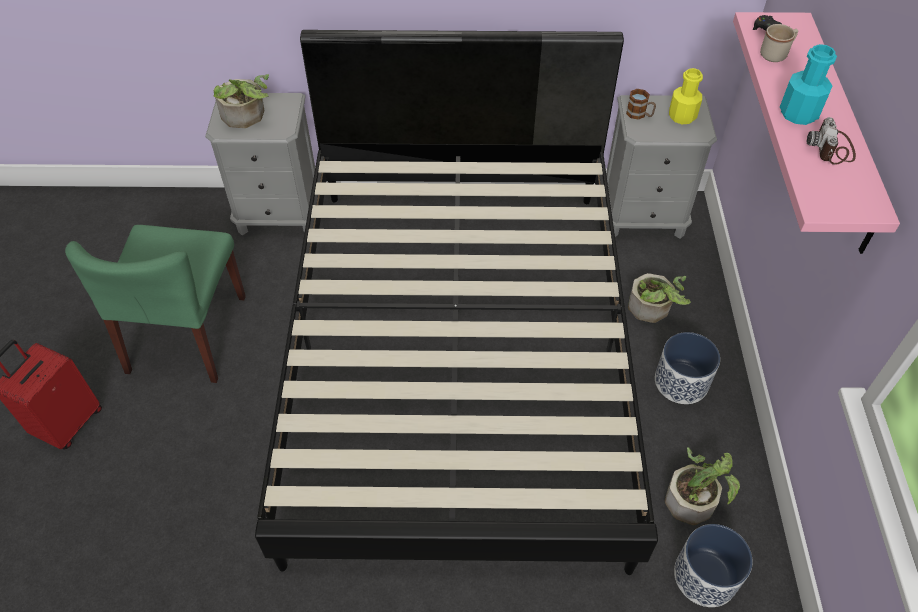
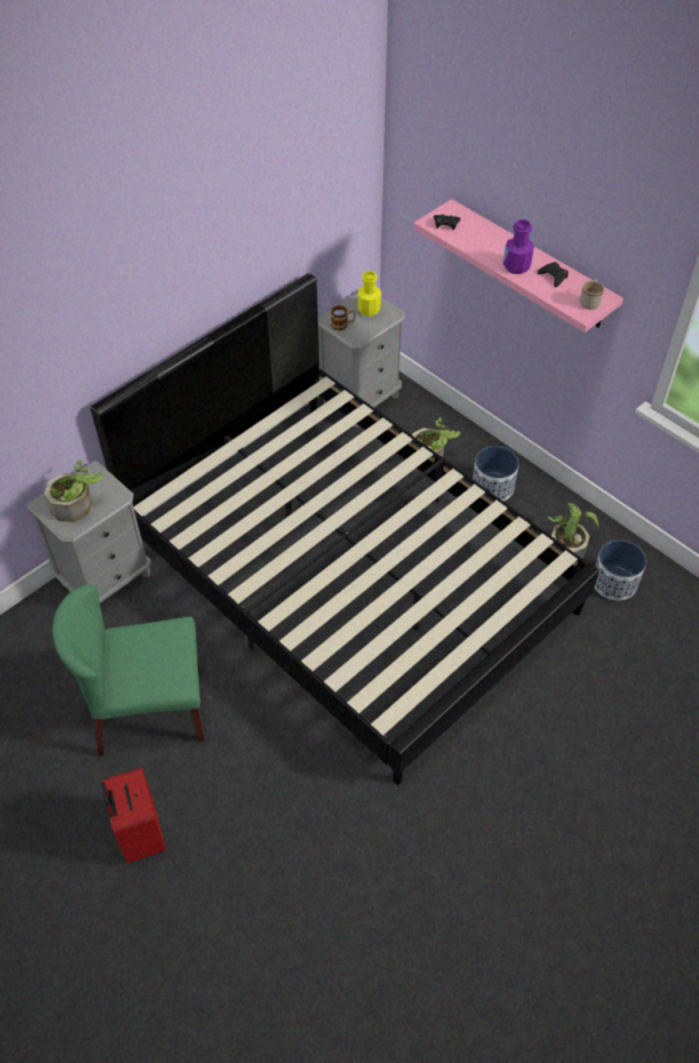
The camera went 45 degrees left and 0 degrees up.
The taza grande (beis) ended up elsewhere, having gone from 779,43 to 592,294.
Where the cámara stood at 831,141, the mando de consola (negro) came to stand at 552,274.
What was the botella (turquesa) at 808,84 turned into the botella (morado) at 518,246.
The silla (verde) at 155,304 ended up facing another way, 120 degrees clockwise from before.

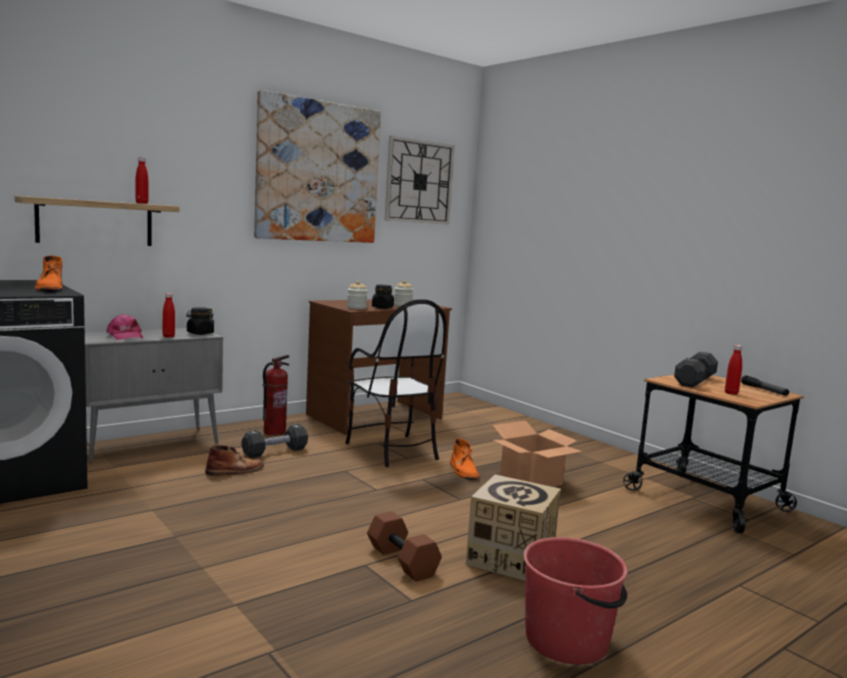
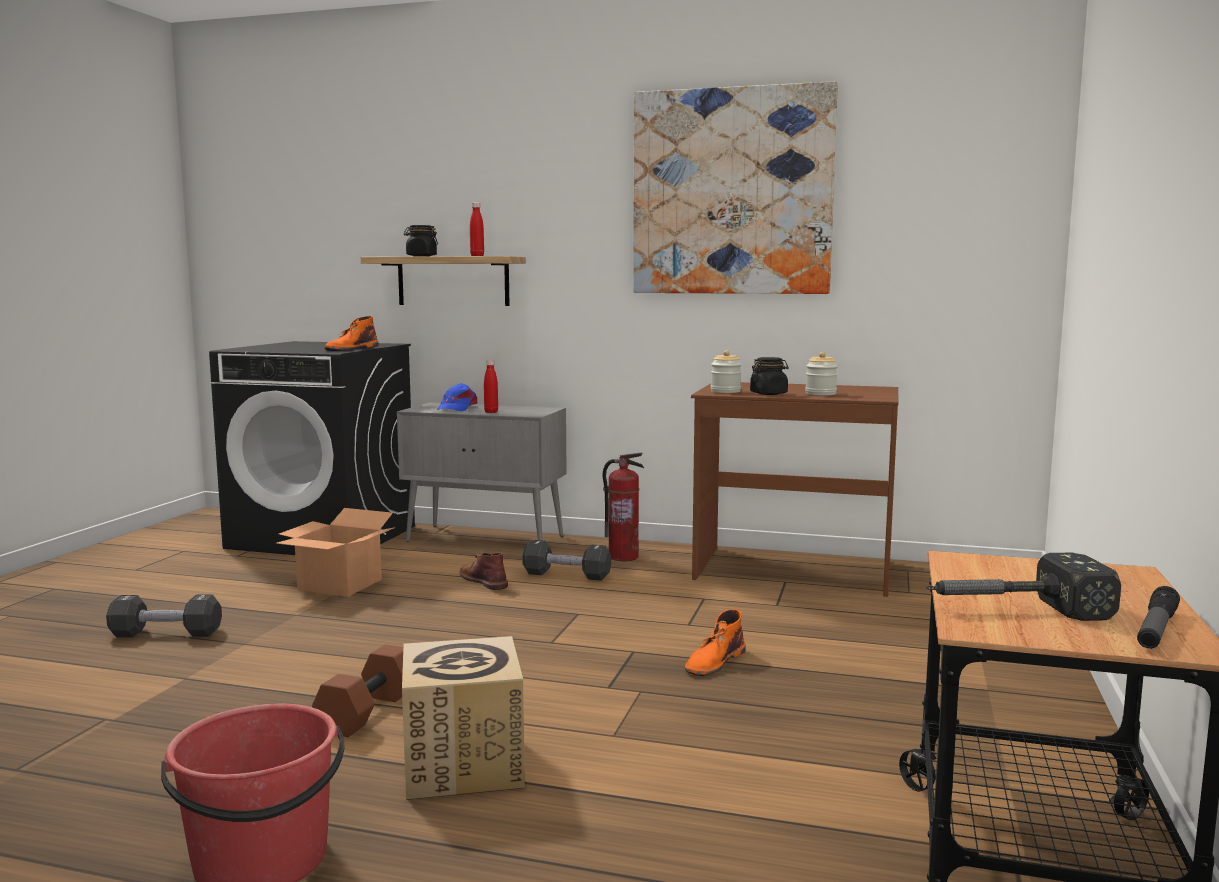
The camera went 55 degrees right and 0 degrees up.
The second view lost the silla at 396,383.
The second view lost the reloj de pared at 420,180.
The tarro (negro) ended up elsewhere, having gone from 200,321 to 421,241.
The caja de cartón ended up elsewhere, having gone from 537,454 to 336,552.
The mancuerna (negro) ended up elsewhere, having gone from 696,370 to 164,615.
Where the botella (rojo) stood at 733,370, the martillo came to stand at 1023,587.
What was the gorra (rosa) at 124,327 turned into the gorra (azul) at 457,397.
The bota (marrón) at 234,460 ended up facing another way, 150 degrees counterclockwise from before.

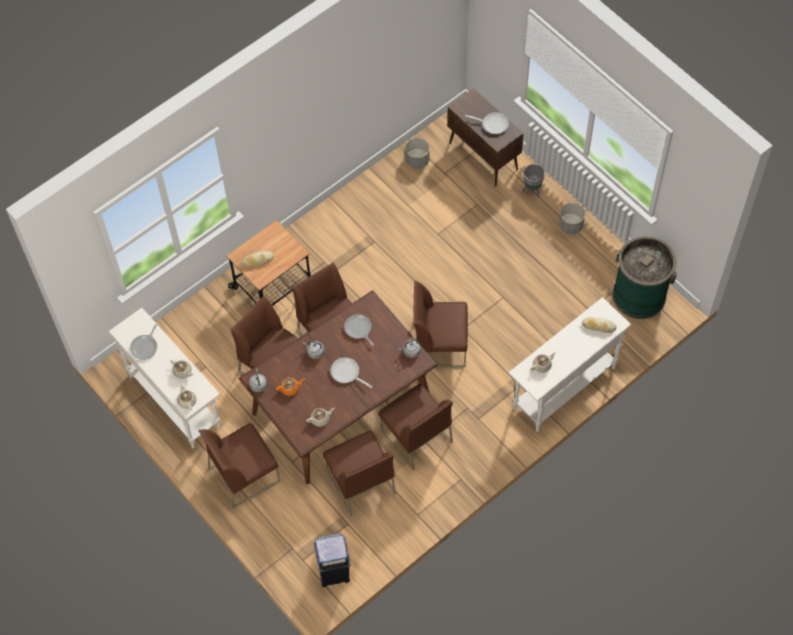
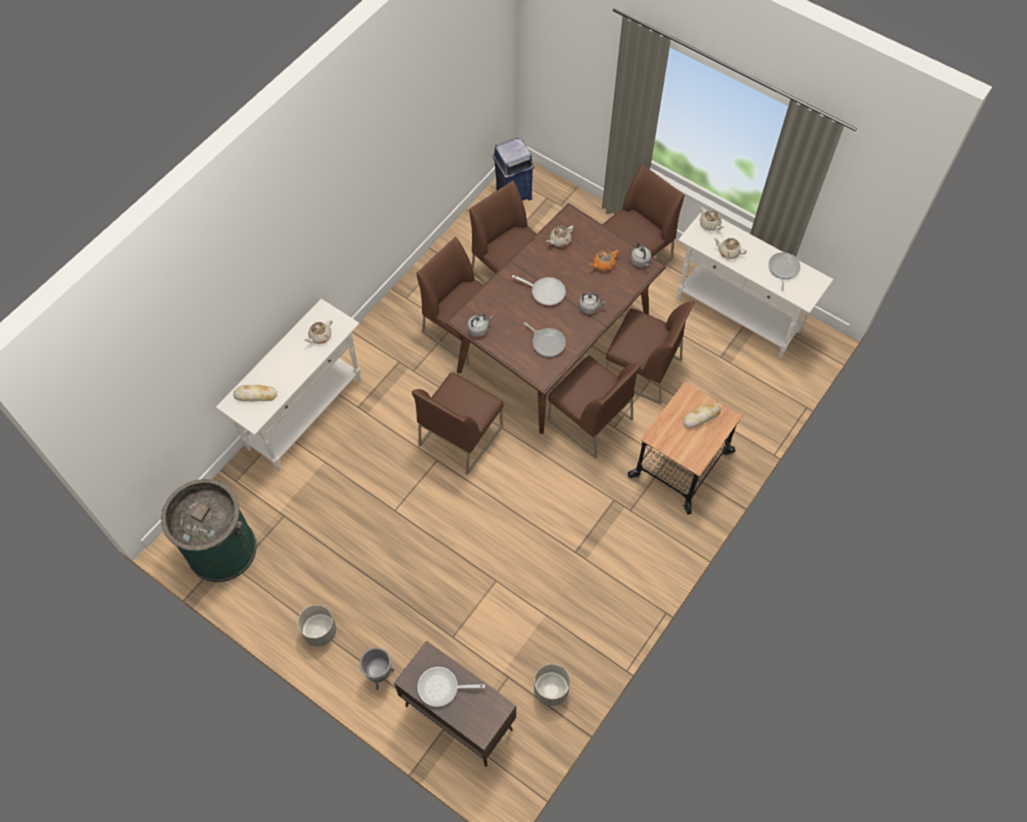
The camera went 165 degrees right and 0 degrees up.
The silla (marrón) at 440,323 ended up facing another way, 135 degrees clockwise from before.

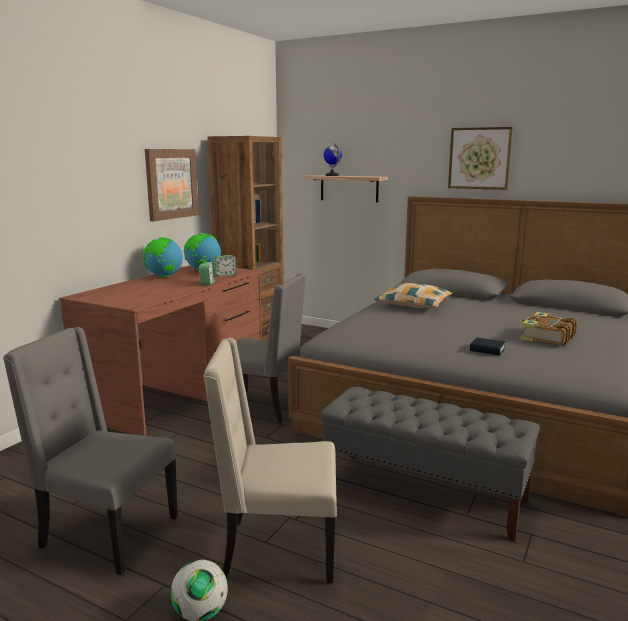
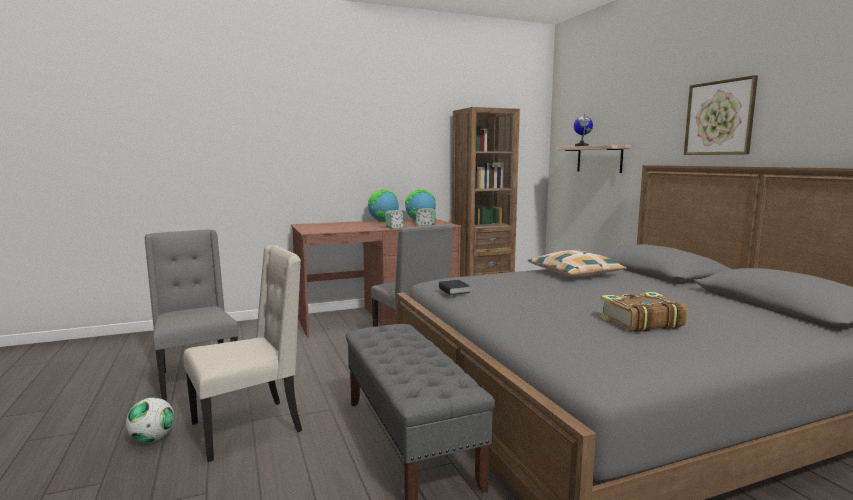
The camera went 40 degrees right and 5 degrees down.
The second view lost the cuadro at 172,185.
The libro ended up elsewhere, having gone from 487,346 to 454,287.
The silla (beis) at 270,460 ended up facing another way, 105 degrees clockwise from before.

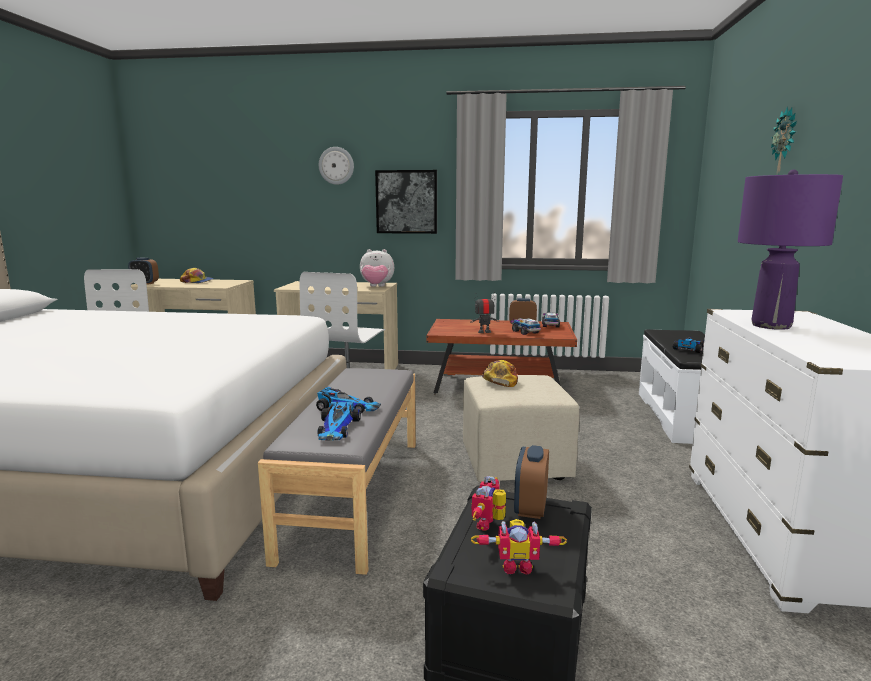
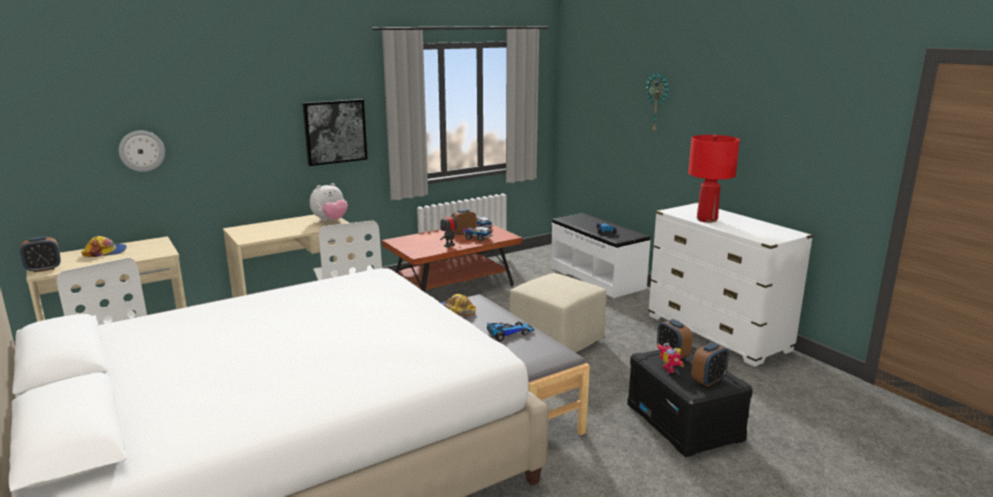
The camera went 40 degrees left and 5 degrees up.
The second view lost the coche de juguete at 339,421.
The reloj de pared ended up elsewhere, having gone from 336,166 to 142,151.
The gorra ended up elsewhere, having gone from 500,373 to 458,305.
Where the robot de juguete stood at 519,547, the despertador came to stand at 710,365.
What was the lámpara de mesa (morado) at 790,249 turned into the lámpara de mesa (rojo) at 714,179.

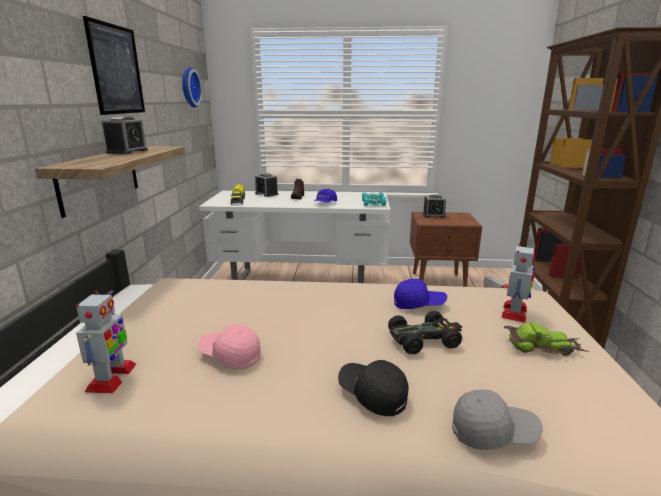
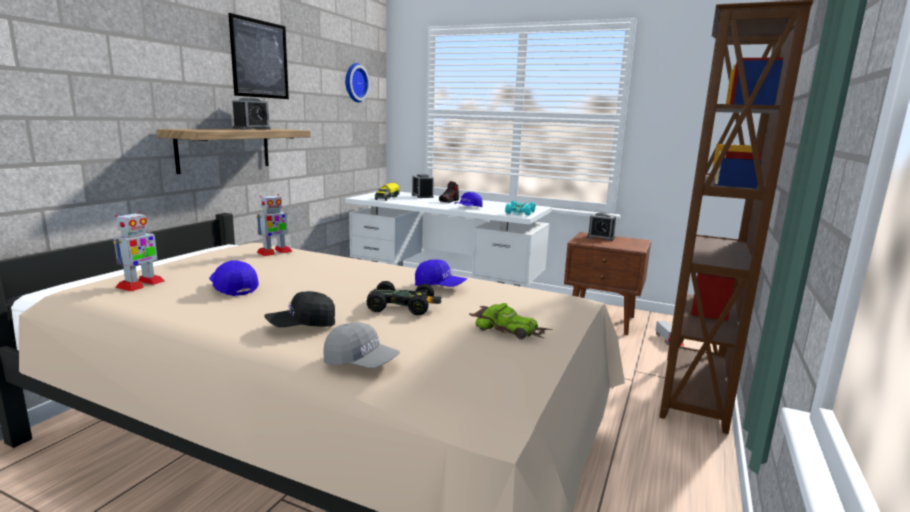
The camera went 20 degrees right and 5 degrees down.
The robot de juguete ended up elsewhere, having gone from 518,283 to 274,225.
What was the gorra (rosa) at 229,346 turned into the gorra (azul) at 234,278.
The gorra (negro) at 373,388 ended up facing another way, 90 degrees counterclockwise from before.

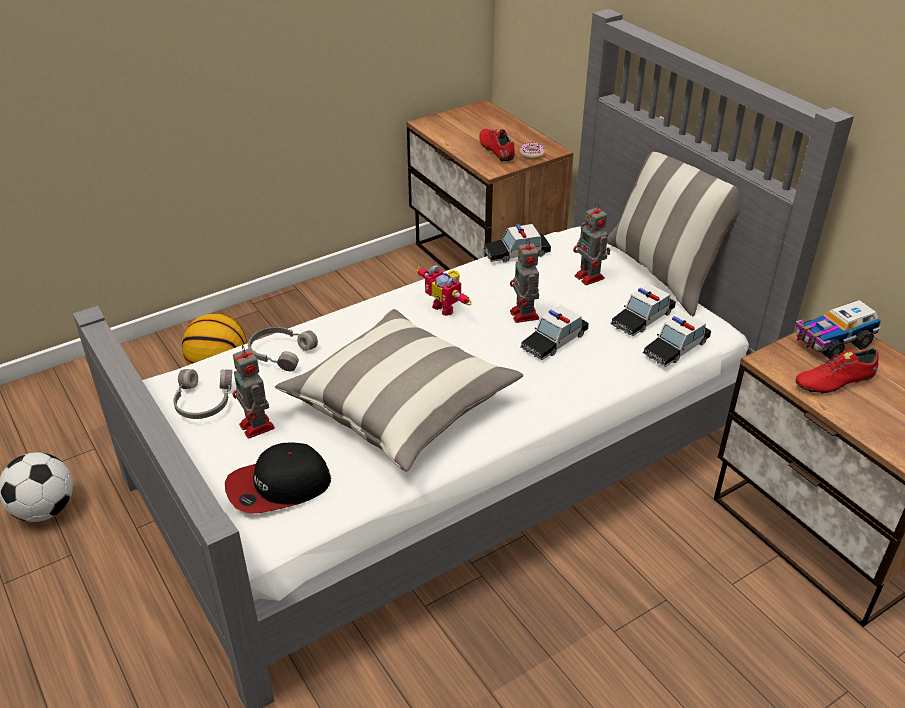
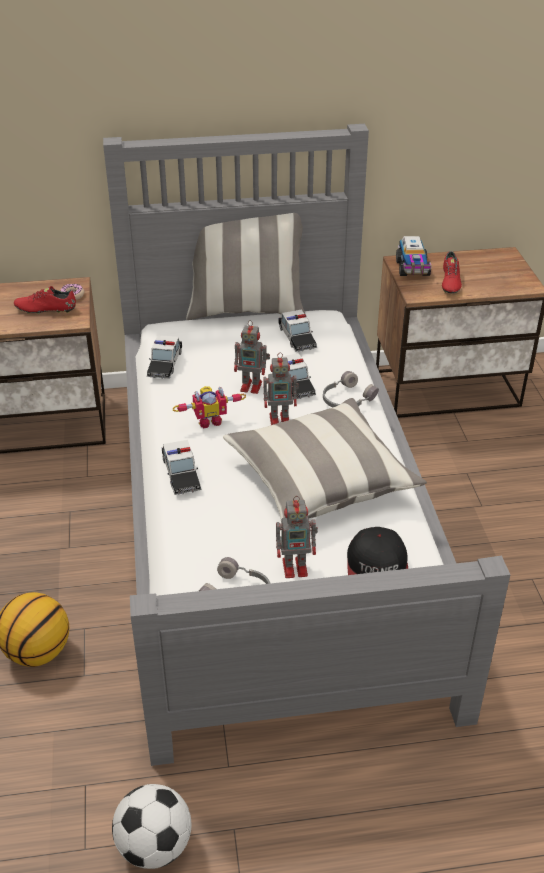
The camera went 65 degrees left and 0 degrees up.
The auriculares (gris) ended up elsewhere, having gone from 283,349 to 351,389.
The robot de juguete ended up elsewhere, having gone from 591,243 to 281,388.
The coche de juguete ended up elsewhere, having gone from 677,339 to 181,467.

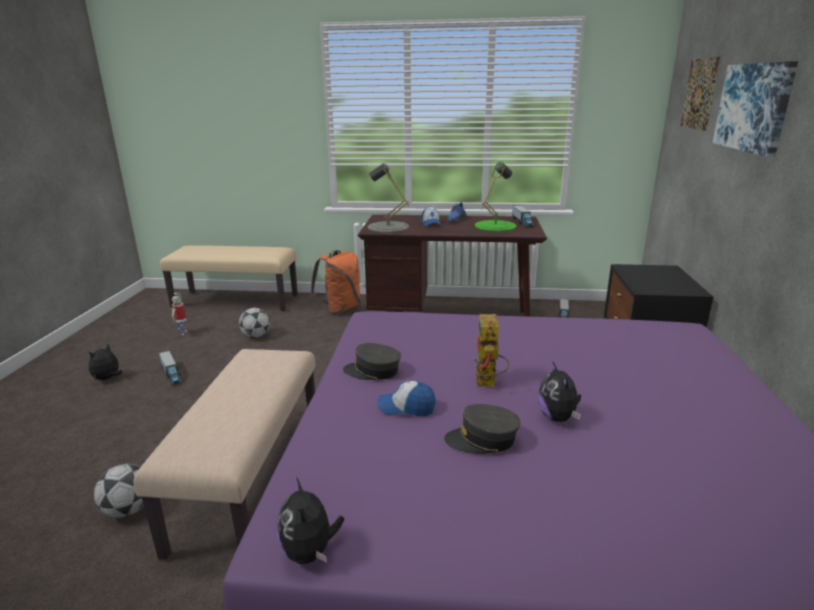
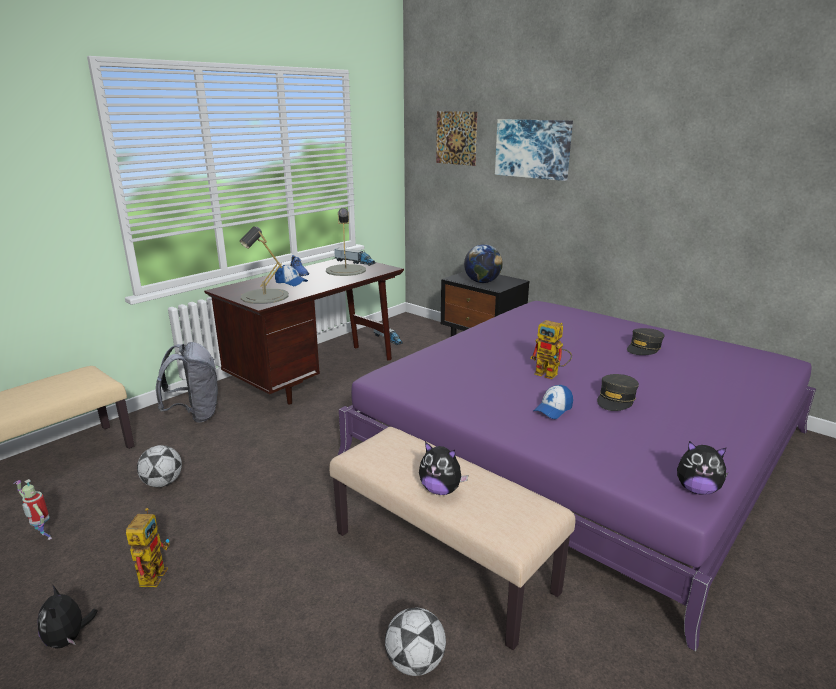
The camera went 55 degrees left and 0 degrees up.
The second view gained the globo terráqueo at 483,263.
The gorra (gris) ended up elsewhere, having gone from 372,361 to 645,341.
The peluche ended up elsewhere, having gone from 559,392 to 443,468.
Where the camión de juguete stood at 170,368, the robot de juguete came to stand at 148,547.
What was the mochila (naranja) at 335,282 turned into the mochila (gris) at 187,382.
What was the lámpara de mesa (verde) at 495,196 turned into the lámpara de mesa (gris) at 346,242.

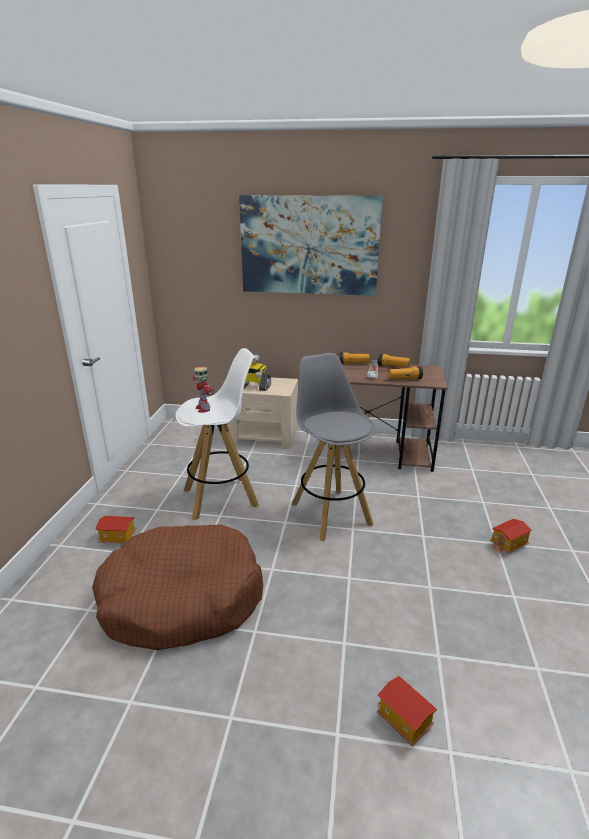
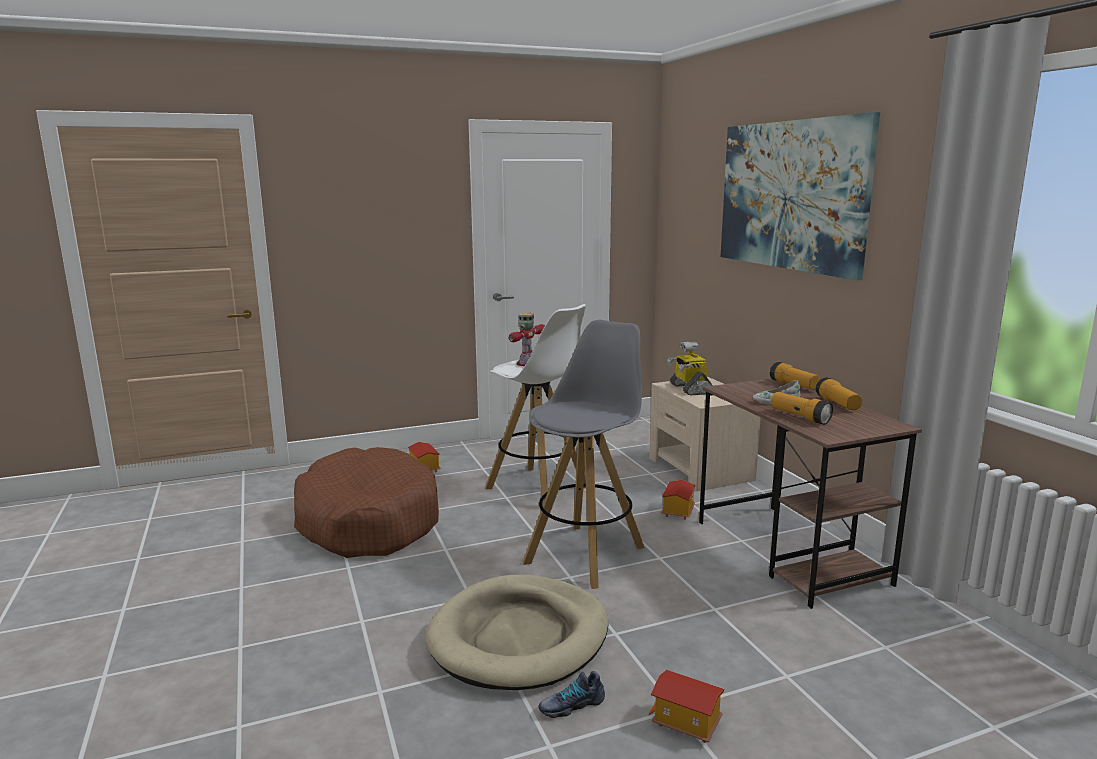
The camera went 60 degrees right and 10 degrees down.
The second view gained the cama para perro (beis) at 517,632.
The second view gained the zapato at 571,694.
The casita ended up elsewhere, having gone from 407,711 to 678,500.

